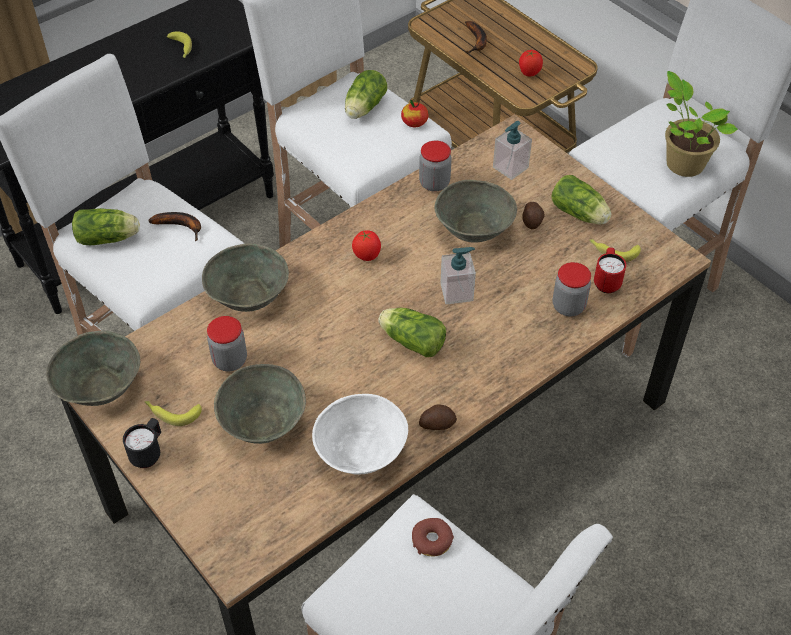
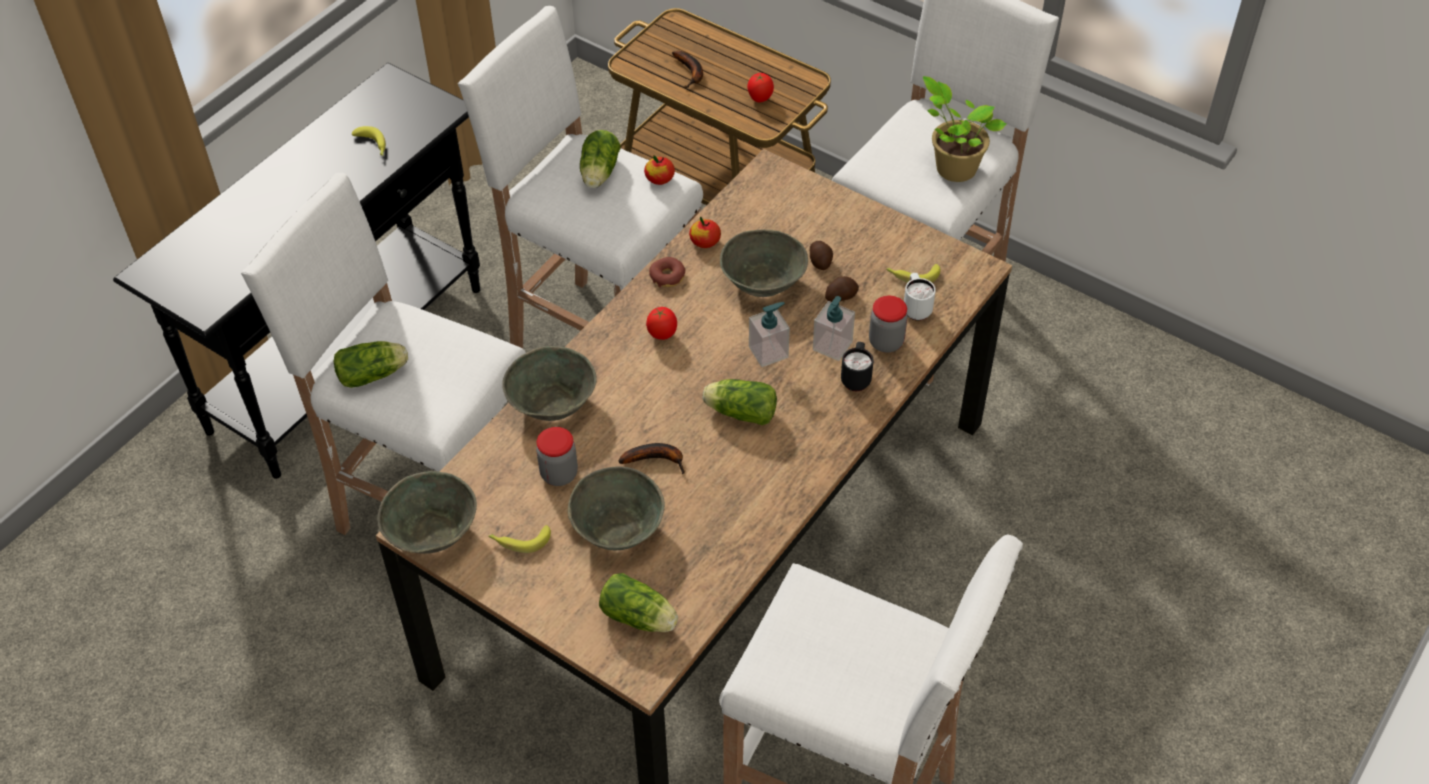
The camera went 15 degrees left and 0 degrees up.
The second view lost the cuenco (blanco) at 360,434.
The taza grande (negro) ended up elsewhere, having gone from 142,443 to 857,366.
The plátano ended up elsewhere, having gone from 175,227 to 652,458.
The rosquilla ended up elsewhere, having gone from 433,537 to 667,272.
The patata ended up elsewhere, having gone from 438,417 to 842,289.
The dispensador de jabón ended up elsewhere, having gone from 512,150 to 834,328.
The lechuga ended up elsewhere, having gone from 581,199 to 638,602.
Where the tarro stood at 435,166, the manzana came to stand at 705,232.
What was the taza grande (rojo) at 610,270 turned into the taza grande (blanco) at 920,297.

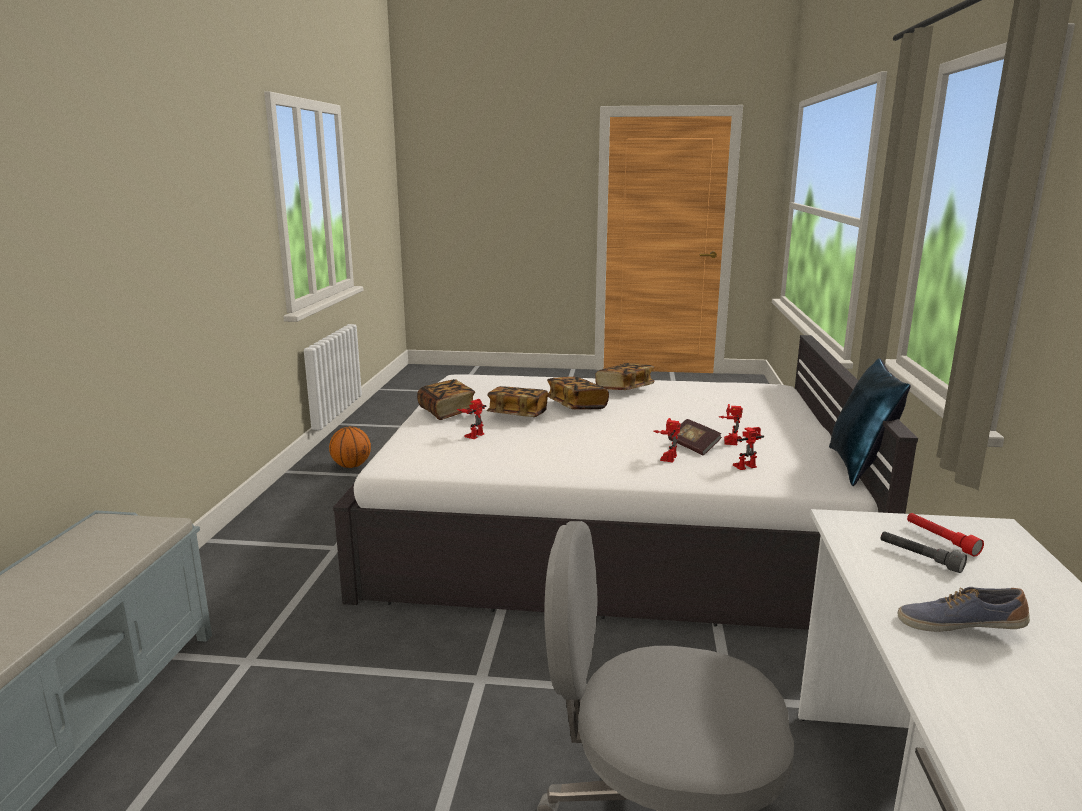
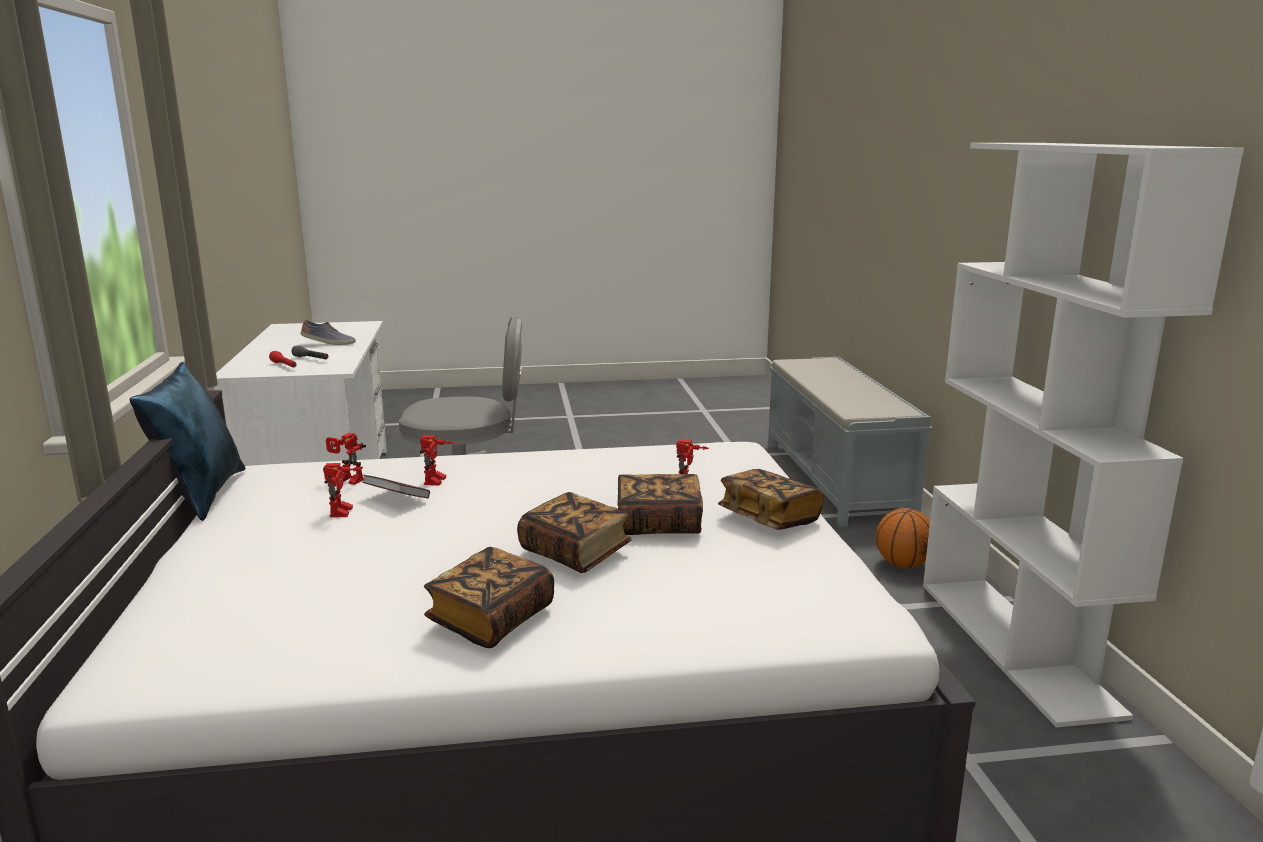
The camera went 165 degrees right and 0 degrees up.
The second view gained the estantería (blanco) at 1083,435.
The balón de baloncesto ended up elsewhere, having gone from 350,447 to 903,538.
The robot de juguete at 746,448 ended up facing another way, 60 degrees clockwise from before.

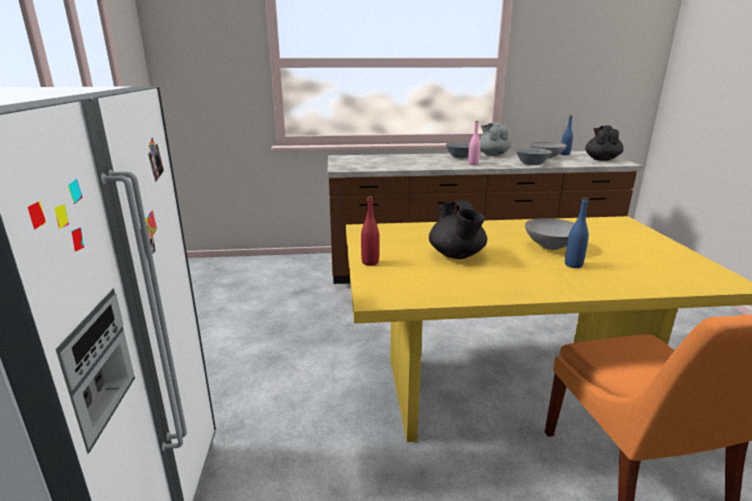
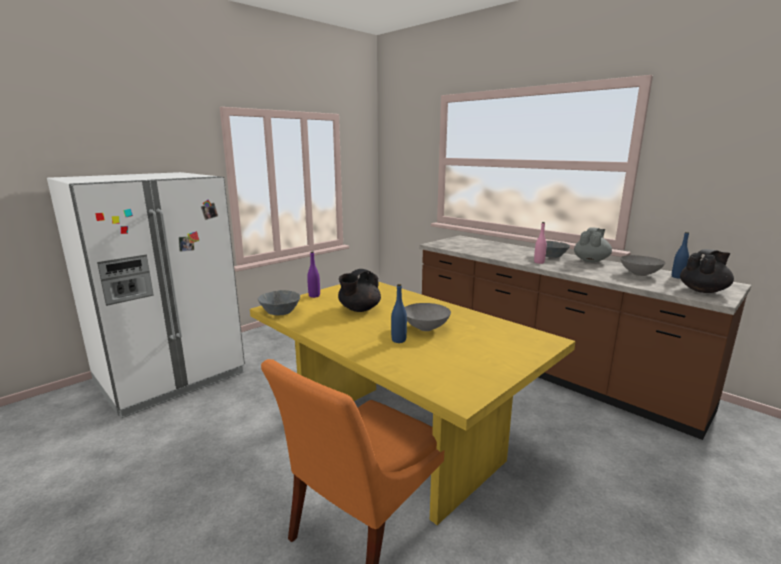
The camera went 50 degrees right and 5 degrees down.
The cuenco (gris) ended up elsewhere, having gone from 534,156 to 279,302.
What was the botella (rojo) at 370,231 turned into the botella (morado) at 313,275.

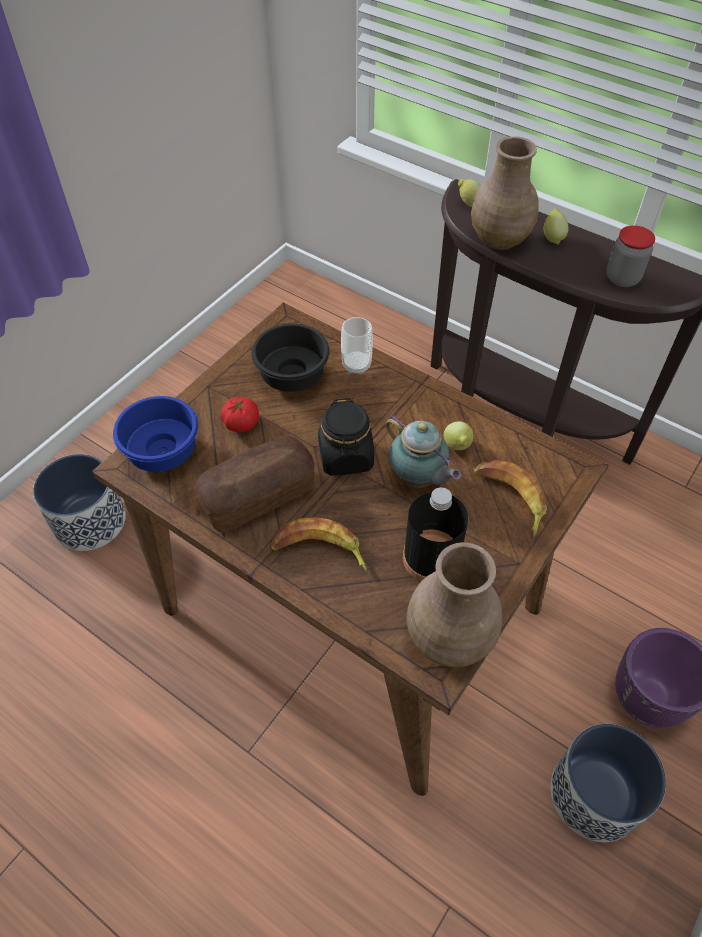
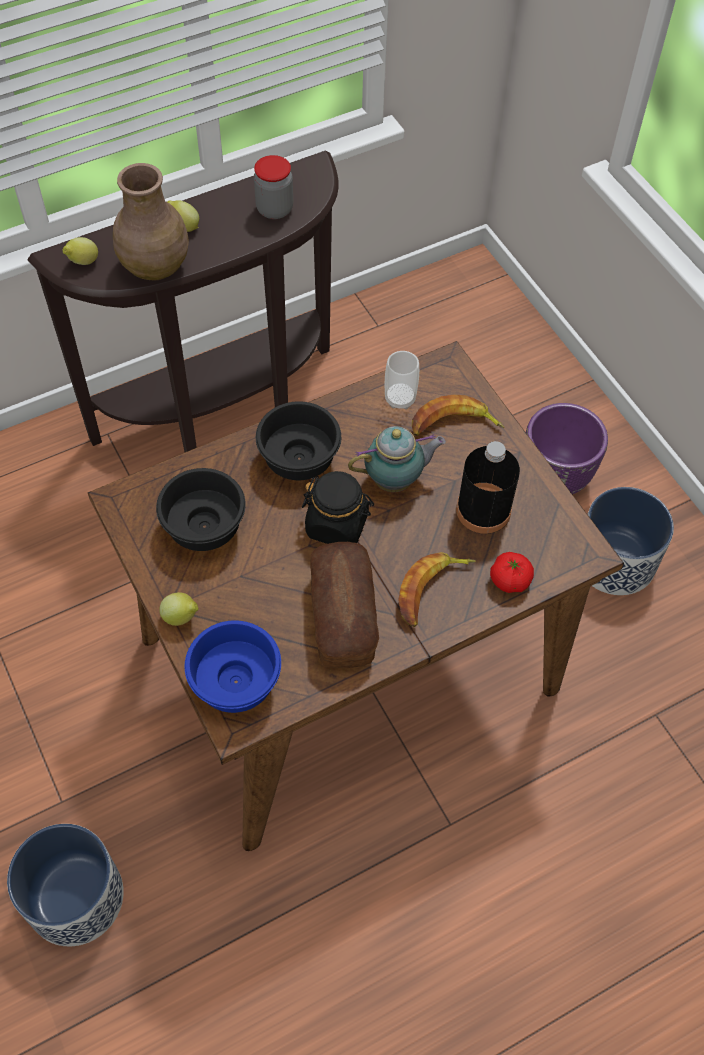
The camera went 65 degrees left and 5 degrees up.
The second view lost the florero (marrón) at 454,604.
The second view gained the cuenco (negro) at 298,440.
The tomate ended up elsewhere, having gone from 240,414 to 512,572.
The taza ended up elsewhere, having gone from 357,345 to 402,380.
The limón ended up elsewhere, having gone from 458,435 to 178,609.

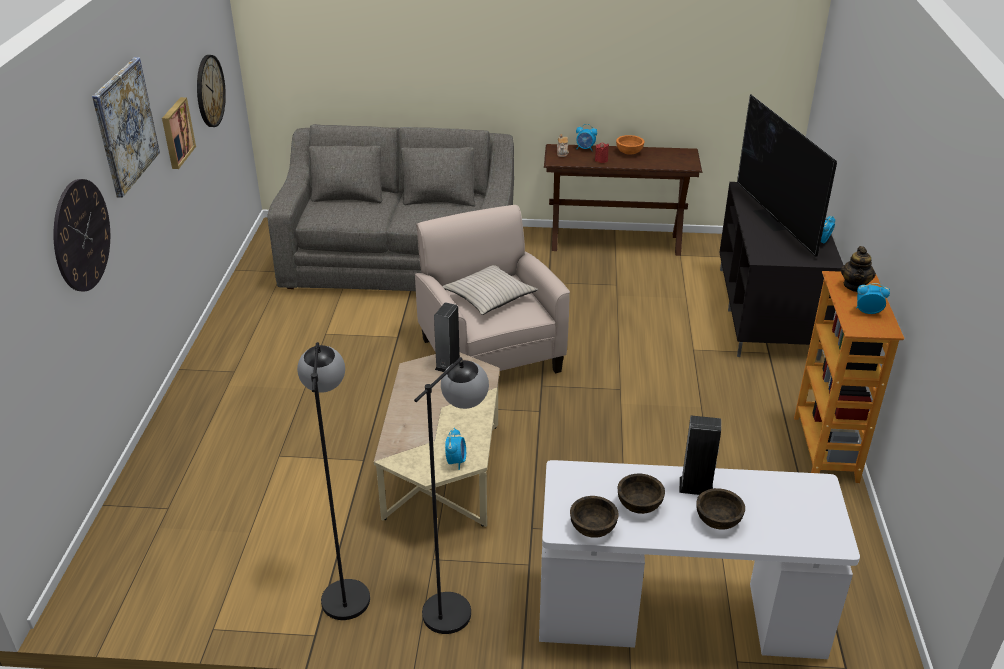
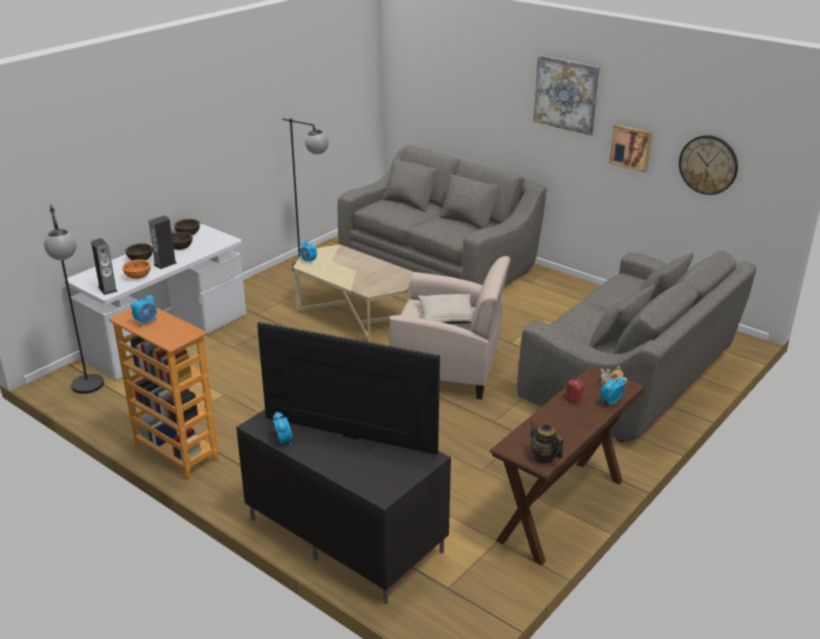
The camera went 125 degrees right and 5 degrees down.
The second view lost the reloj de pared at 81,235.
The second view gained the sofá (gris) at 442,215.
The lámpara de pie (negro) ended up elsewhere, having gone from 451,495 to 74,299.
The altavoz ended up elsewhere, having gone from 447,337 to 104,266.
The cuenco (naranja) ended up elsewhere, having gone from 630,145 to 136,269.
The tetera ended up elsewhere, having gone from 858,269 to 546,442.

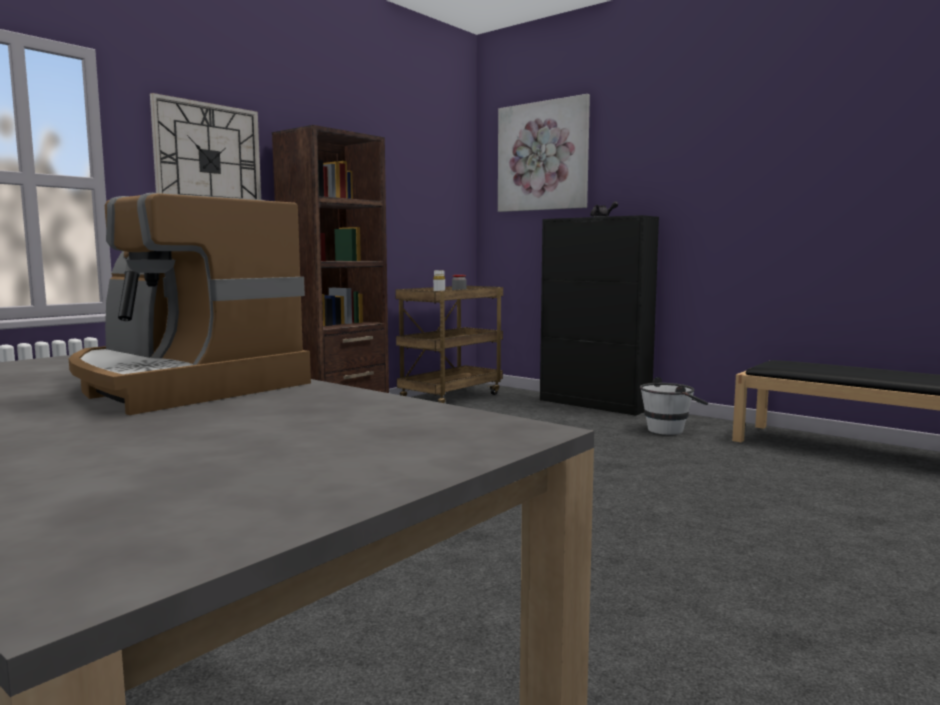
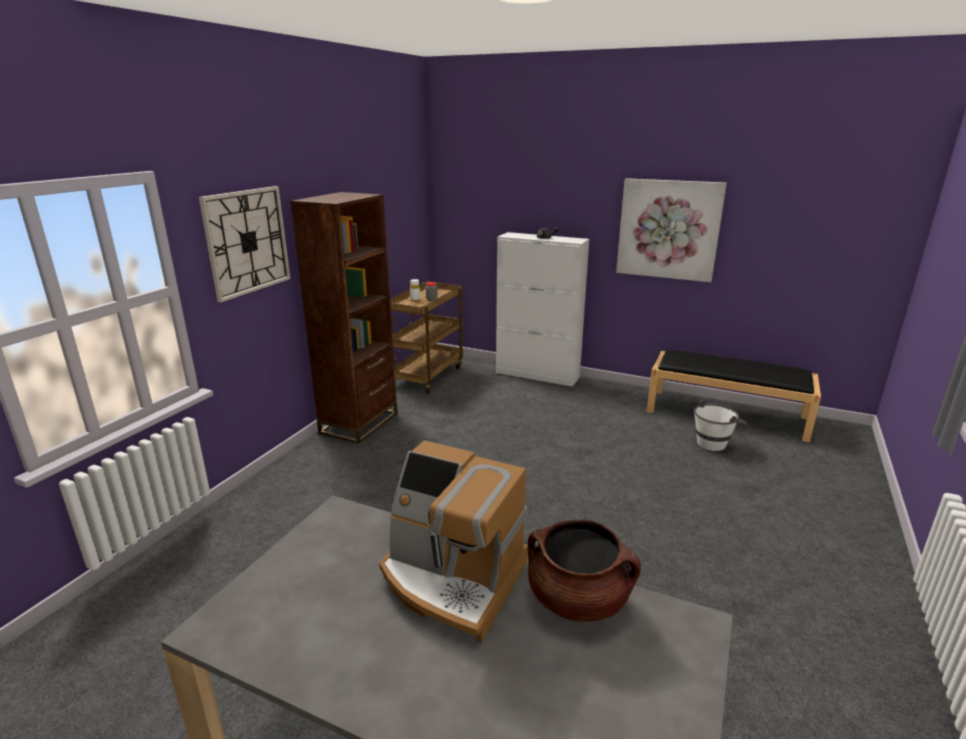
The camera went 15 degrees left and 15 degrees up.
The second view gained the olla (marrón) at 584,570.
The cuadro ended up elsewhere, having gone from 544,153 to 671,230.
The cubo (blanco) ended up elsewhere, having gone from 674,406 to 721,425.
What was the armario (negro) at 599,315 turned into the armario (blanco) at 542,309.

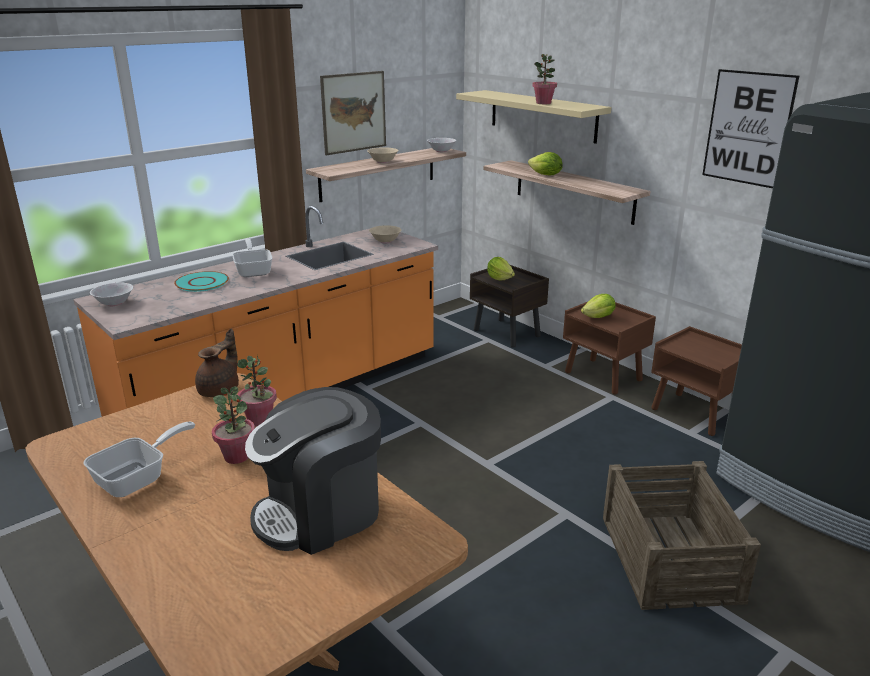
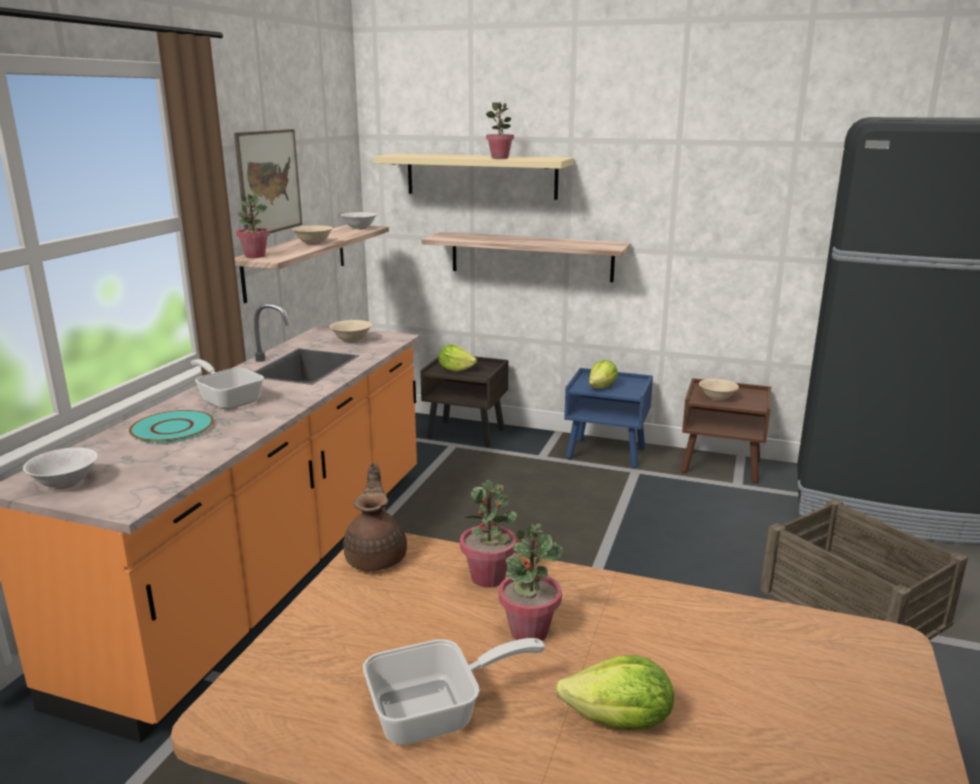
The camera went 30 degrees left and 5 degrees down.
The second view lost the cafetera at 313,471.
The second view lost the cuadro at 750,128.
The second view gained the planta en maceta at 253,226.
The second view gained the cuenco (beis) at 719,390.
The lechuga ended up elsewhere, having gone from 545,164 to 615,692.
What was the mesita de noche (marrón) at 609,348 turned into the mesita de noche (azul) at 608,418.
The sartén at 139,459 ended up facing another way, 60 degrees clockwise from before.

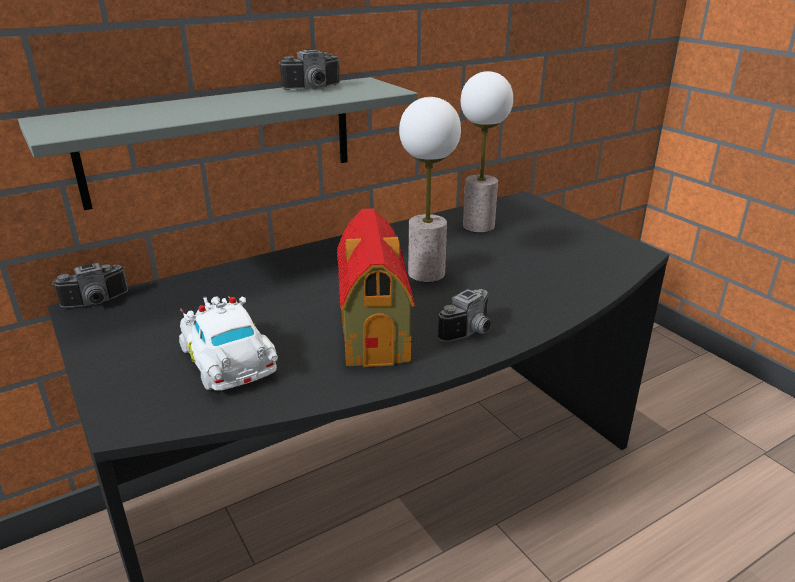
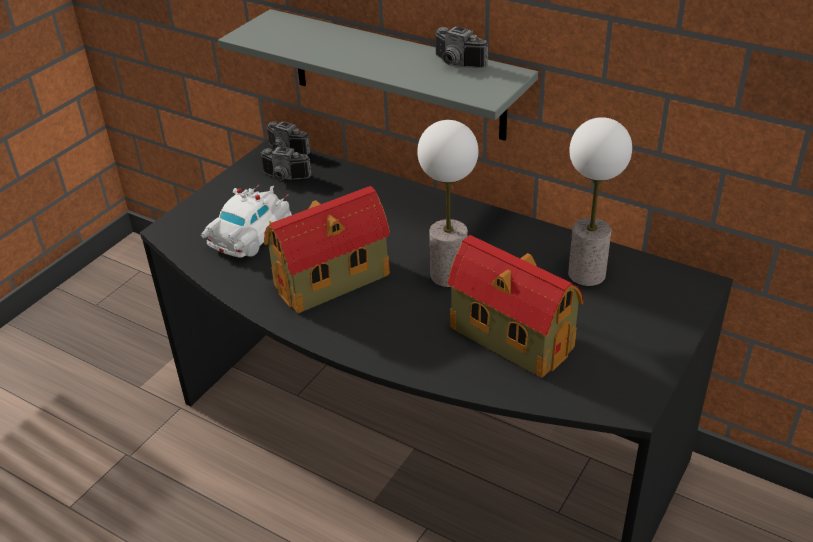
The camera went 65 degrees right and 10 degrees up.
The second view gained the casita at 515,306.
The cámara ended up elsewhere, having gone from 464,315 to 285,164.

